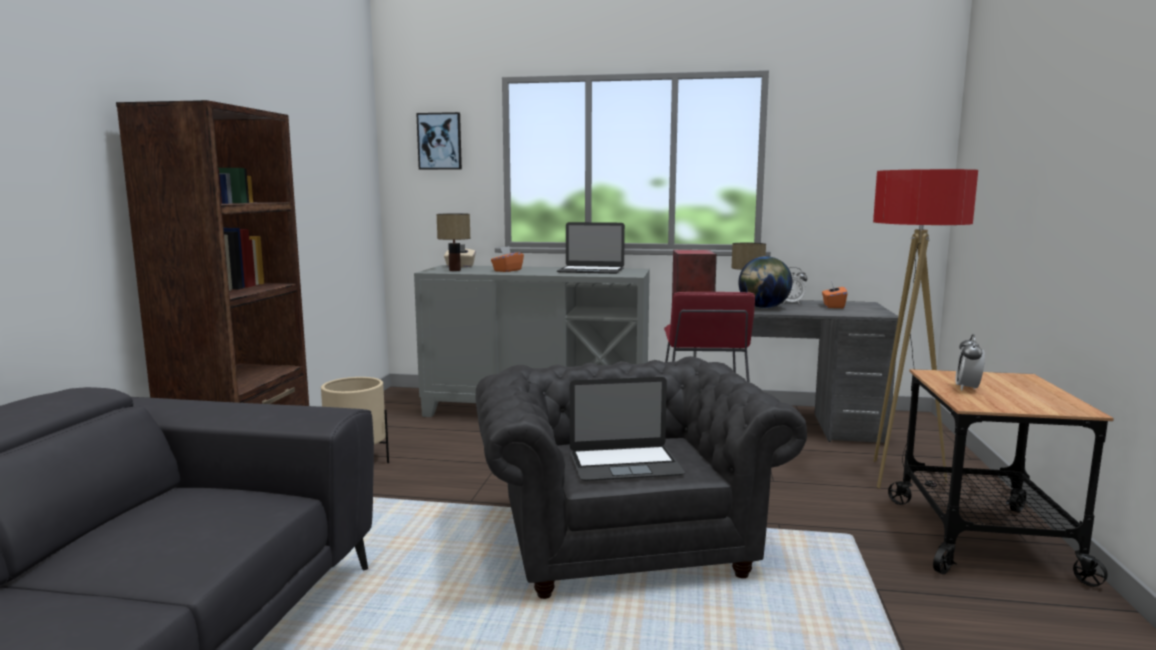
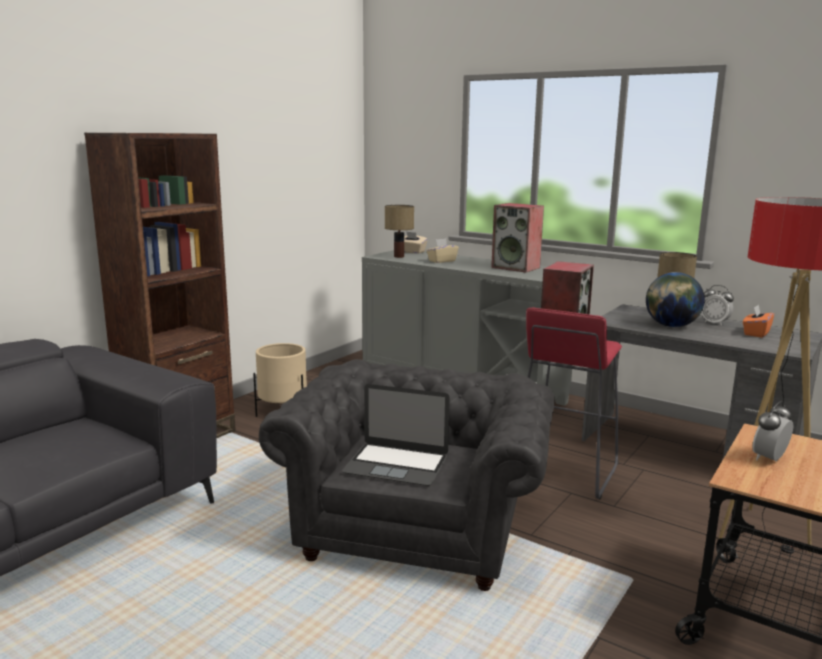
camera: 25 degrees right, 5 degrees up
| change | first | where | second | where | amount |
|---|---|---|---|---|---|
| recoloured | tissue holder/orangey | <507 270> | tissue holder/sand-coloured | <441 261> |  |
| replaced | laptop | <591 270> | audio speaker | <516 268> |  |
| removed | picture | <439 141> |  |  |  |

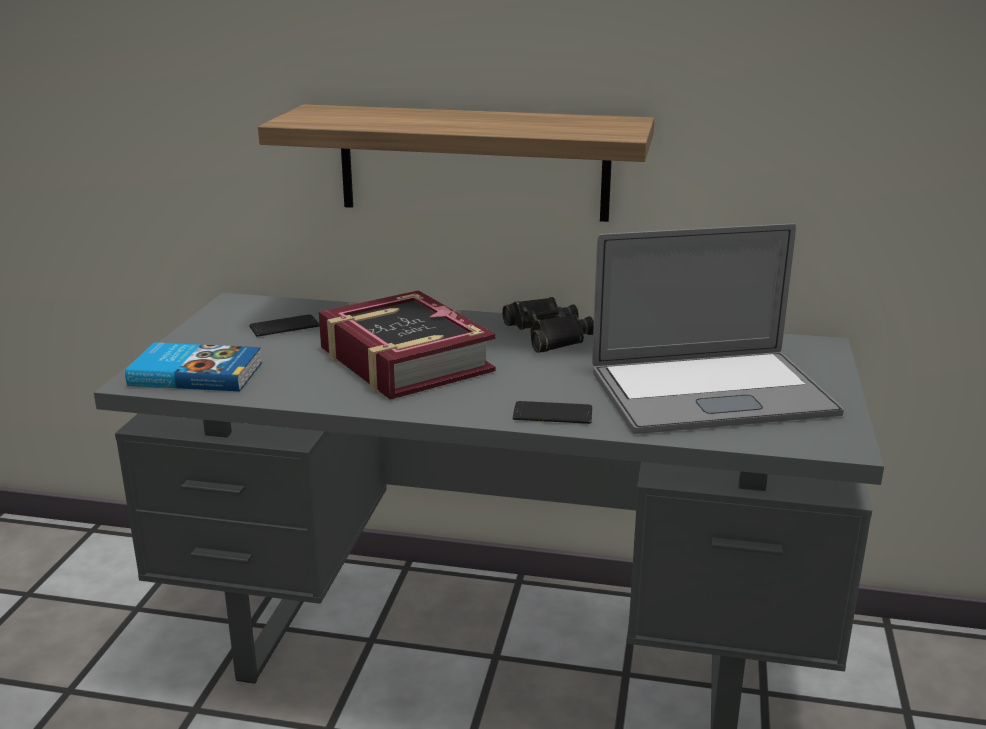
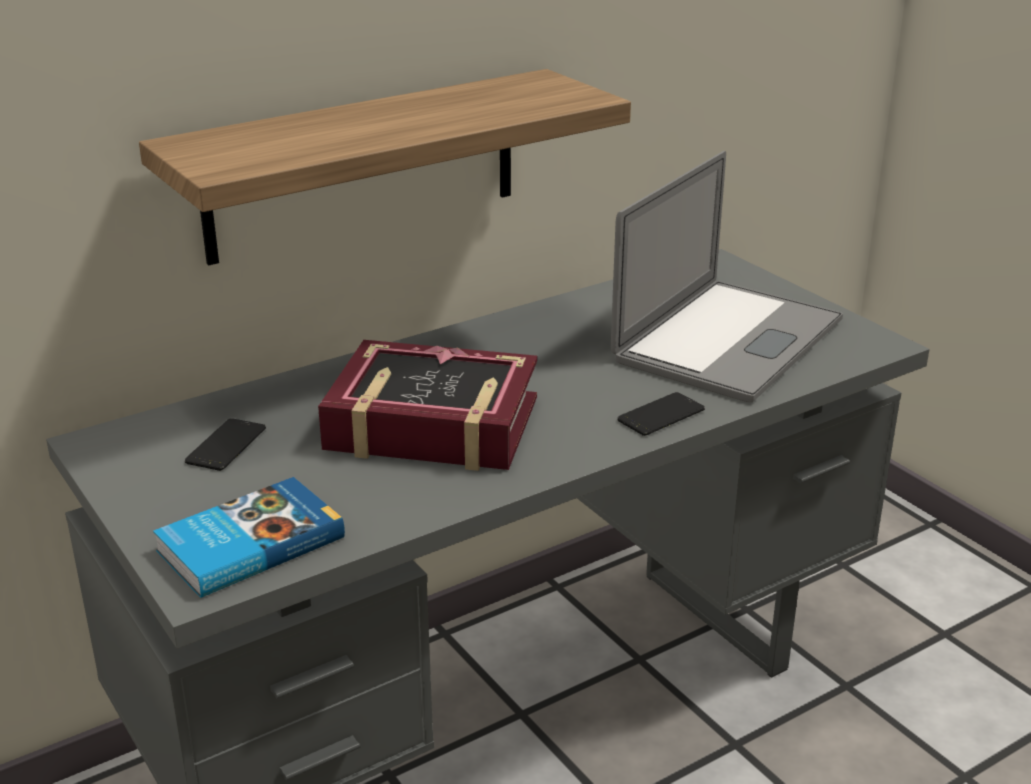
camera: 45 degrees left, 5 degrees up
| change | first | where | second | where | amount |
|---|---|---|---|---|---|
| removed | binoculars/blackish | <547 334> |  |  |  |

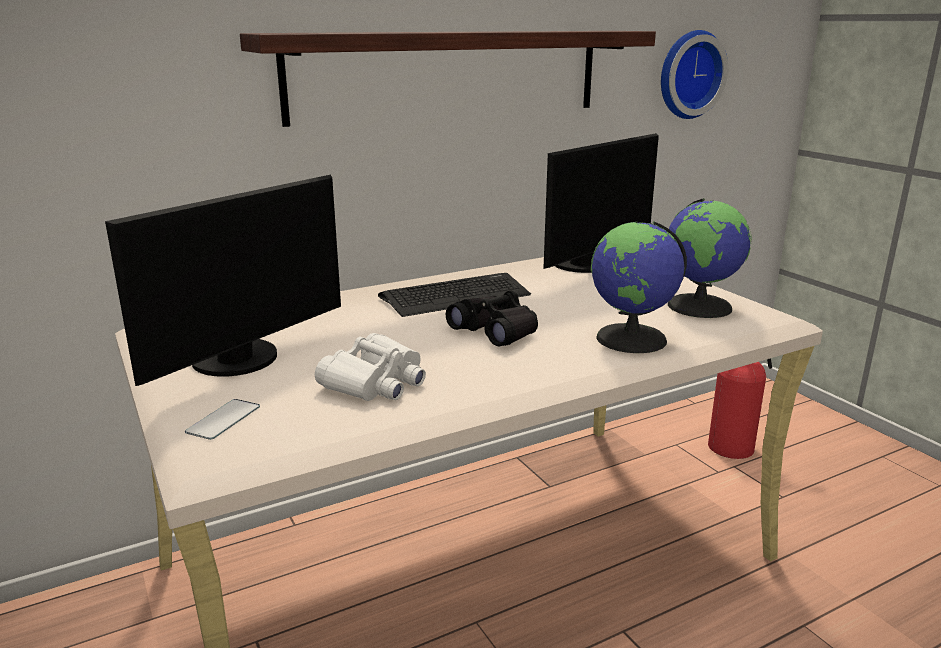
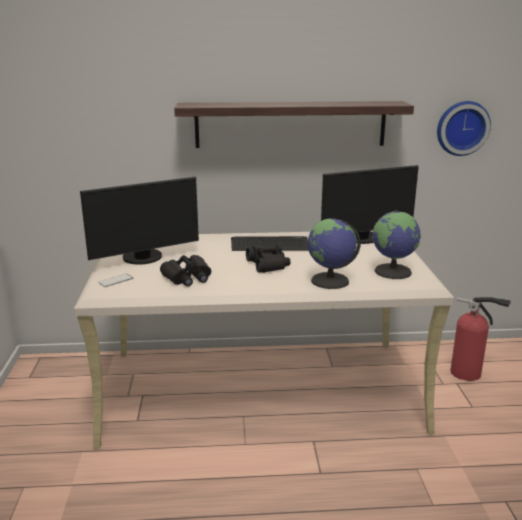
camera: 25 degrees right, 0 degrees up
| change | first | where | second | where | amount |
|---|---|---|---|---|---|
| recoloured | binoculars/whitish | <376 382> | binoculars/blackish | <188 278> |  |

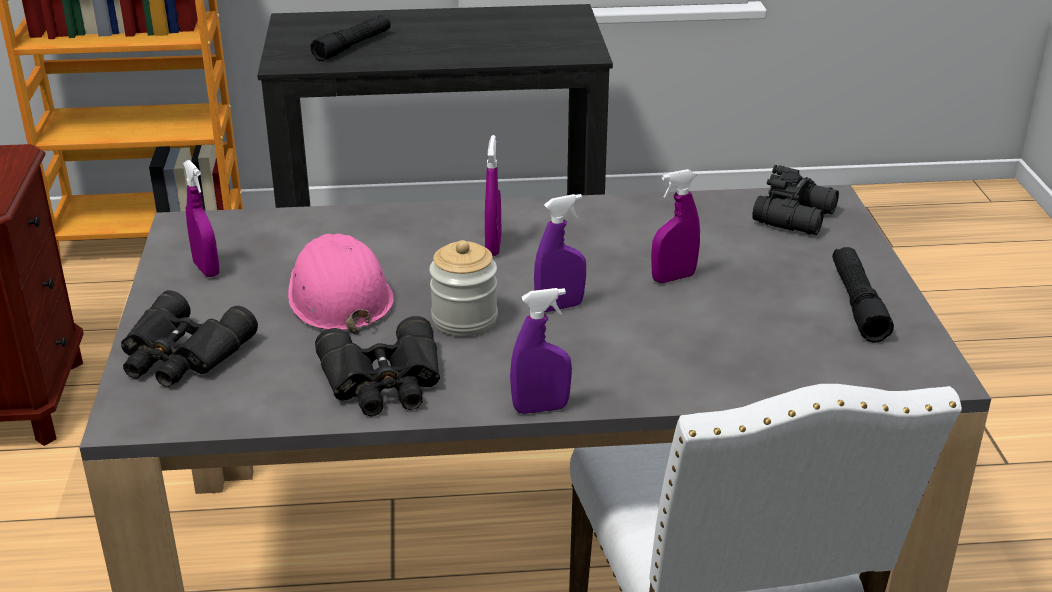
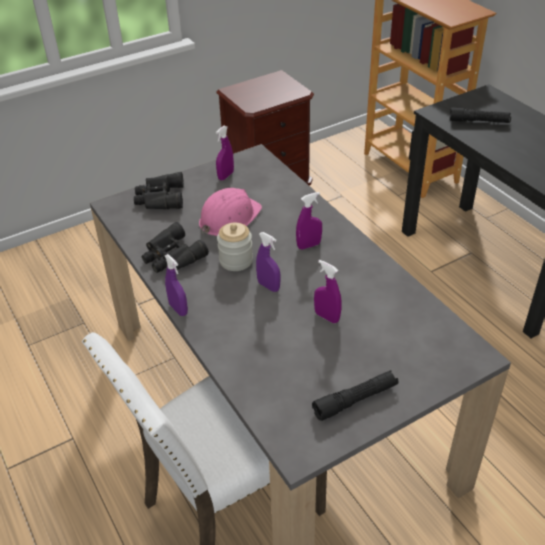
camera: 65 degrees right, 10 degrees up
| change | first | where | second | where | amount |
|---|---|---|---|---|---|
| removed | binoculars/blackish | <797 217> |  |  |  |

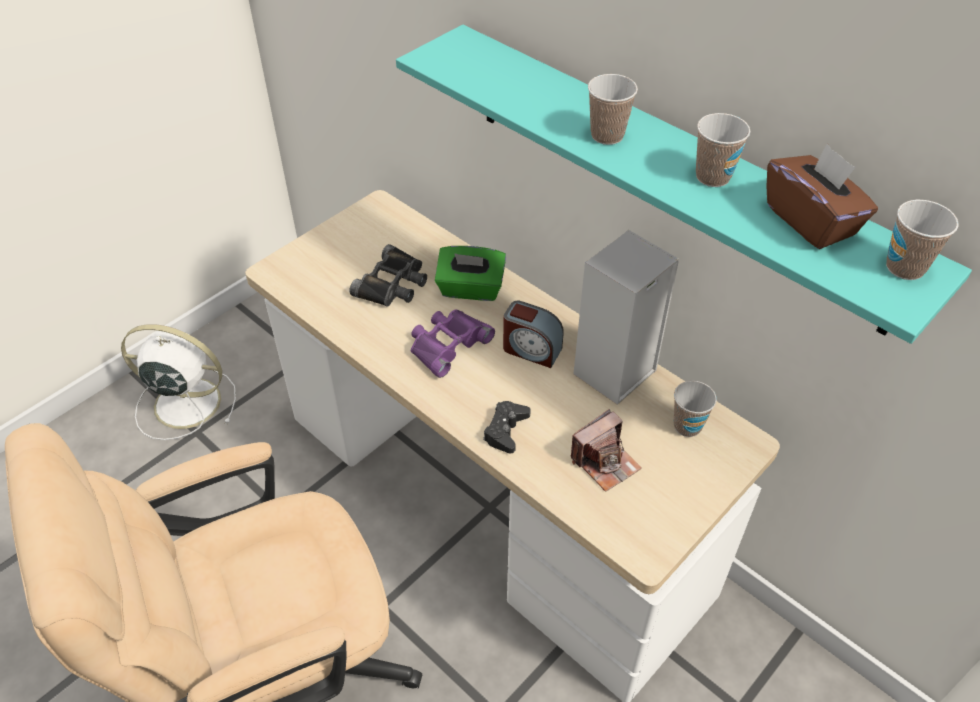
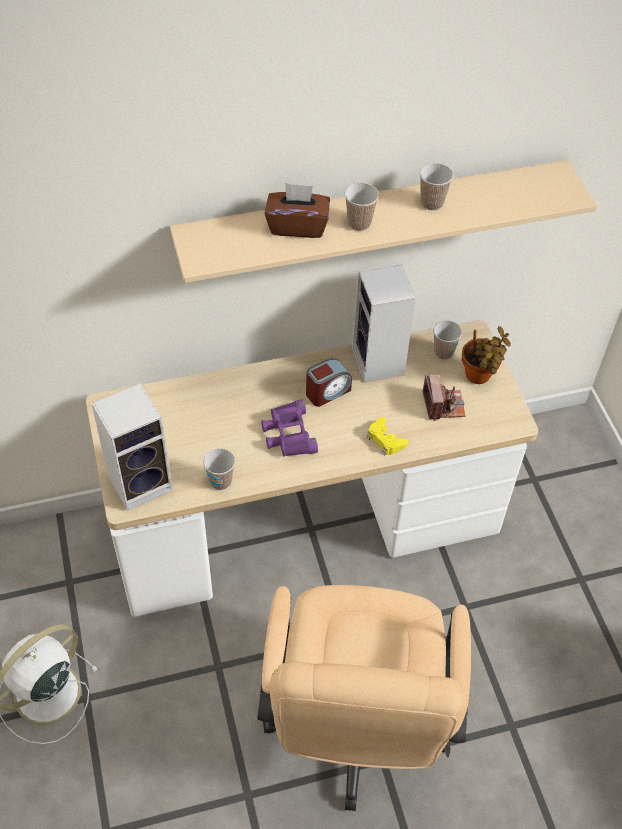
camera: 60 degrees left, 5 degrees up
| change | first | where | second | where | amount |
|---|---|---|---|---|---|
| added |  |  | audio speaker | <142 481> |  |
| recoloured | wall shelf/blue-green | <671 172> | wall shelf/sand-coloured | <373 219> |  |
| moved | small cup | <905 267> |  | <220 481> |  |
| moved | tissue holder/brownish | <811 221> |  | <297 226> |  |
| recoloured | joypad/blackish | <506 430> | joypad/yellowish | <385 440> |  |
| added |  |  | houseplant | <479 377> |  |
| removed | binoculars/blackish | <393 284> |  |  |  |
| removed | tissue holder/green-coloured | <470 289> |  |  |  |

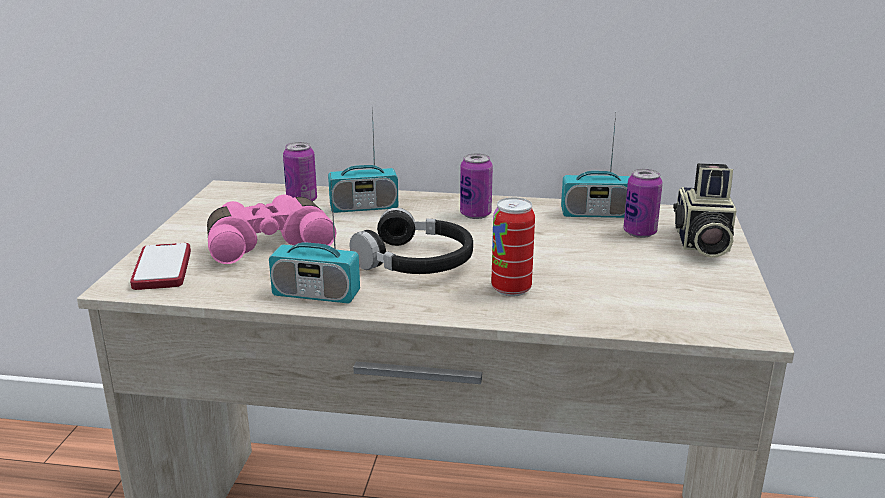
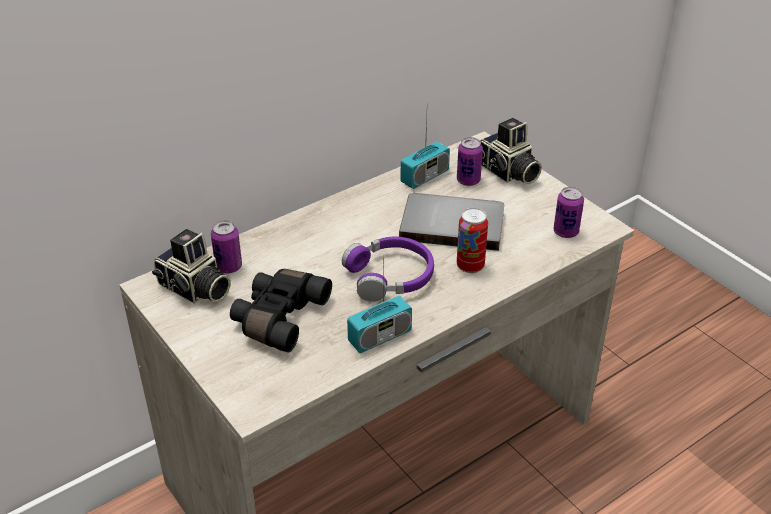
camera: 45 degrees left, 15 degrees up
| change | first | where | second | where | amount |
|---|---|---|---|---|---|
| added |  |  | still camera | <194 289> |  |
| recoloured | binoculars/pink-coloured | <268 243> | binoculars/blackish | <278 317> |  |
| recoloured | headset/blackish | <415 261> | headset/purple | <390 276> |  |
| added |  |  | bound book/gray | <452 223> |  |
| moved | can | <475 214> |  | <565 232> |  |
| removed | handset | <162 269> |  |  |  |
| removed | radio | <364 207> |  |  |  |

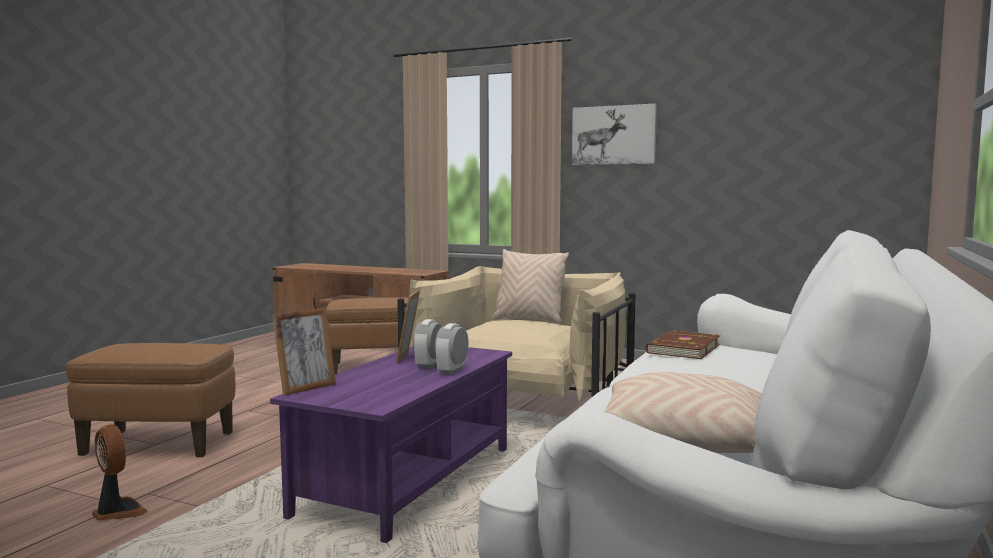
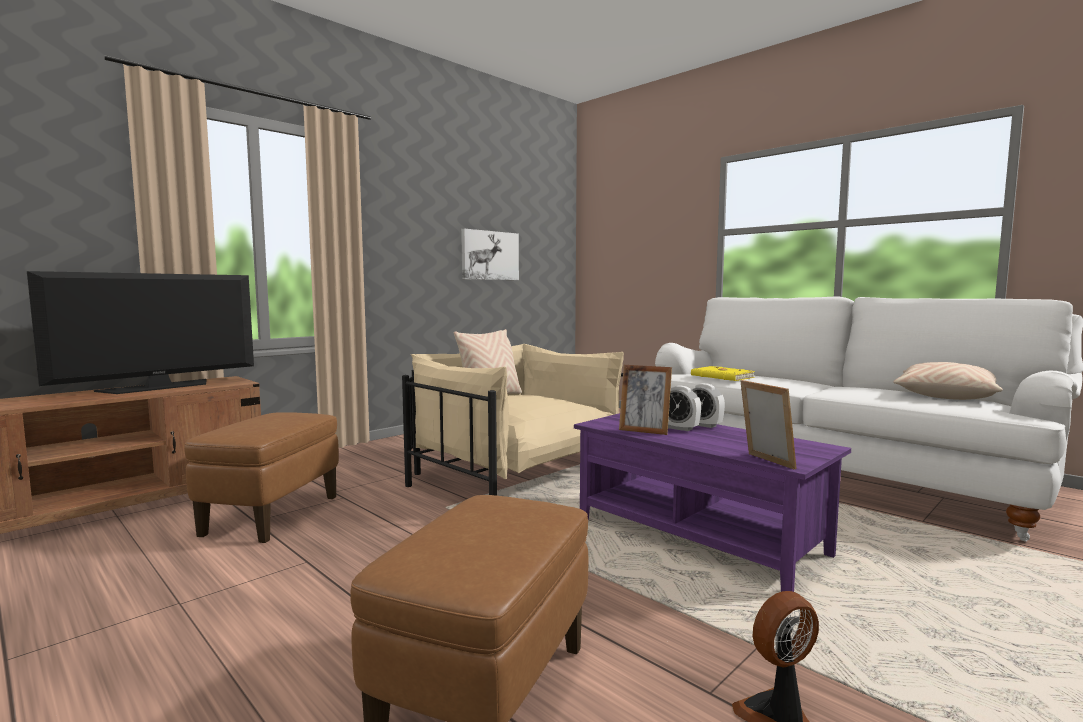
camera: 70 degrees left, 0 degrees up
| change | first | where | second | where | amount |
|---|---|---|---|---|---|
| added |  |  | TV set | <158 387> |  |
| moved | picture | <614 135> |  | <489 255> |  |
| recoloured | bound book/brownish | <682 349> | bound book/yellowish | <722 376> |  |

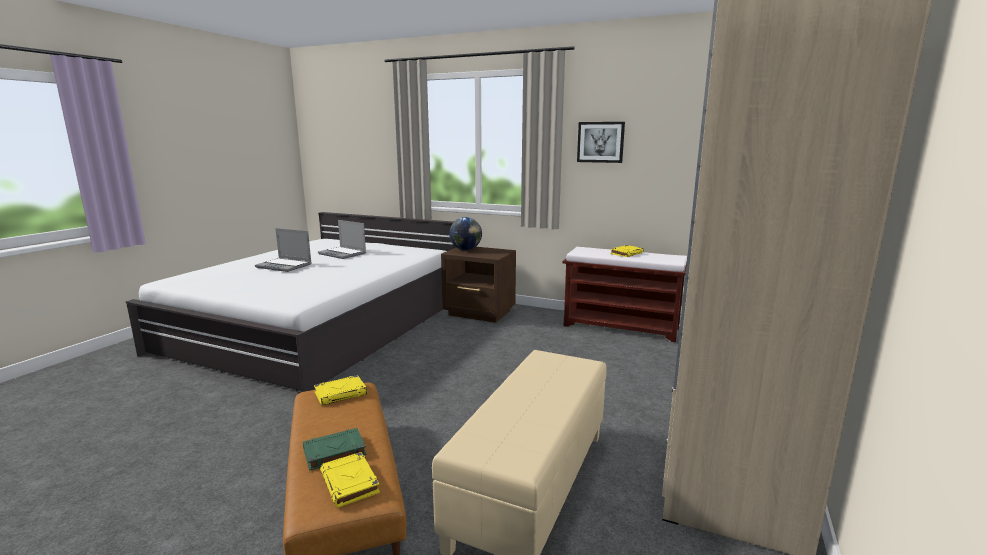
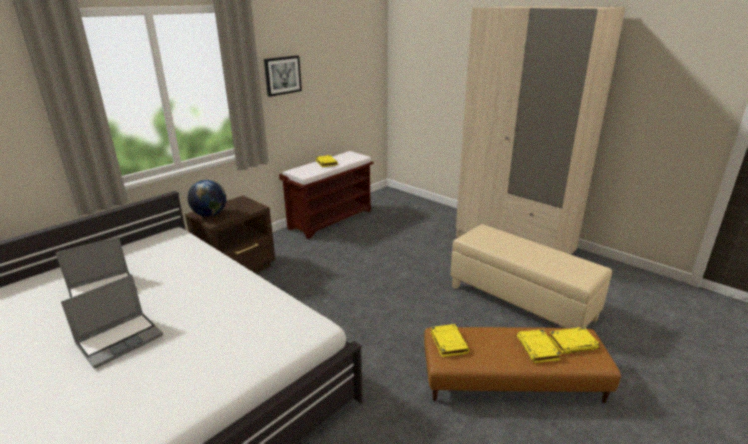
camera: 70 degrees left, 10 degrees up
| change | first | where | second | where | amount |
|---|---|---|---|---|---|
| recoloured | bound book/green-coloured | <334 452> | bound book/yellowish | <538 349> |  |

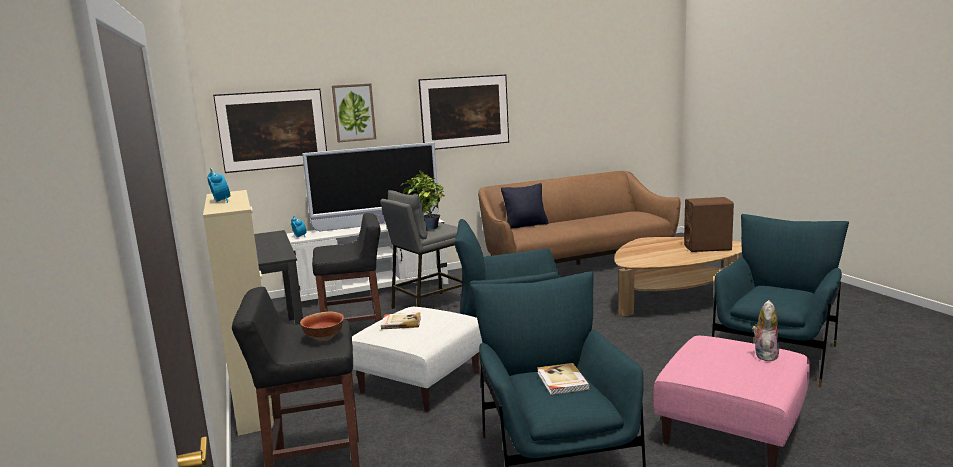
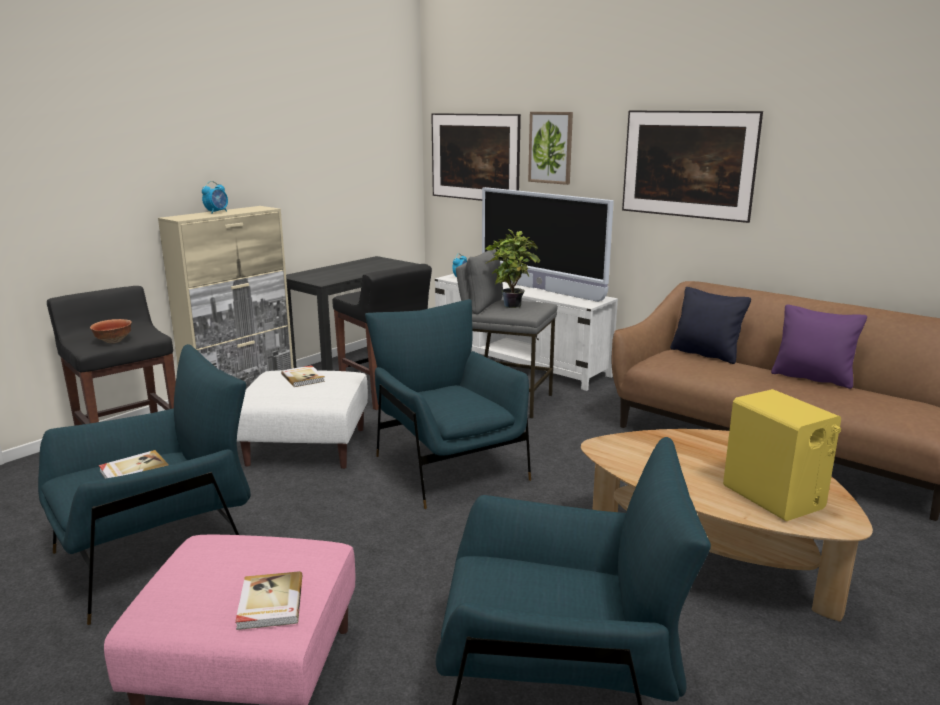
camera: 60 degrees right, 5 degrees up
| change | first | where | second | where | amount |
|---|---|---|---|---|---|
| replaced | soft toy | <764 354> | bound book | <269 603> |  |
| recoloured | audio speaker/brownish | <707 247> | audio speaker/yellowish | <773 497> |  |
| added |  |  | cushion/purple | <812 378> |  |

